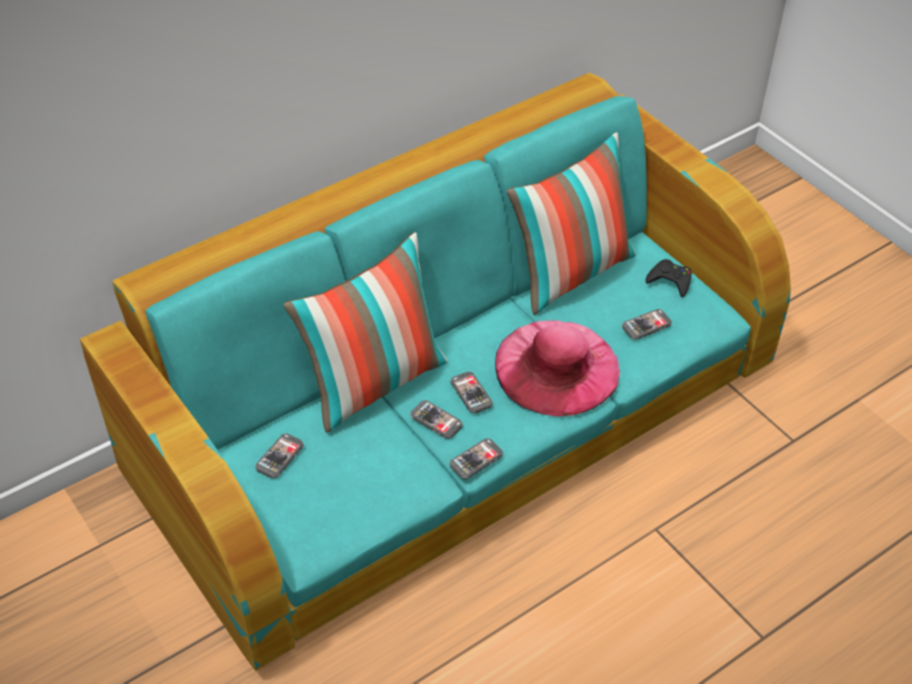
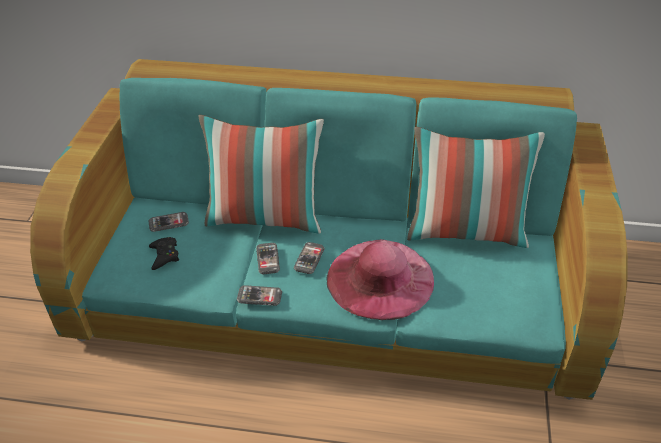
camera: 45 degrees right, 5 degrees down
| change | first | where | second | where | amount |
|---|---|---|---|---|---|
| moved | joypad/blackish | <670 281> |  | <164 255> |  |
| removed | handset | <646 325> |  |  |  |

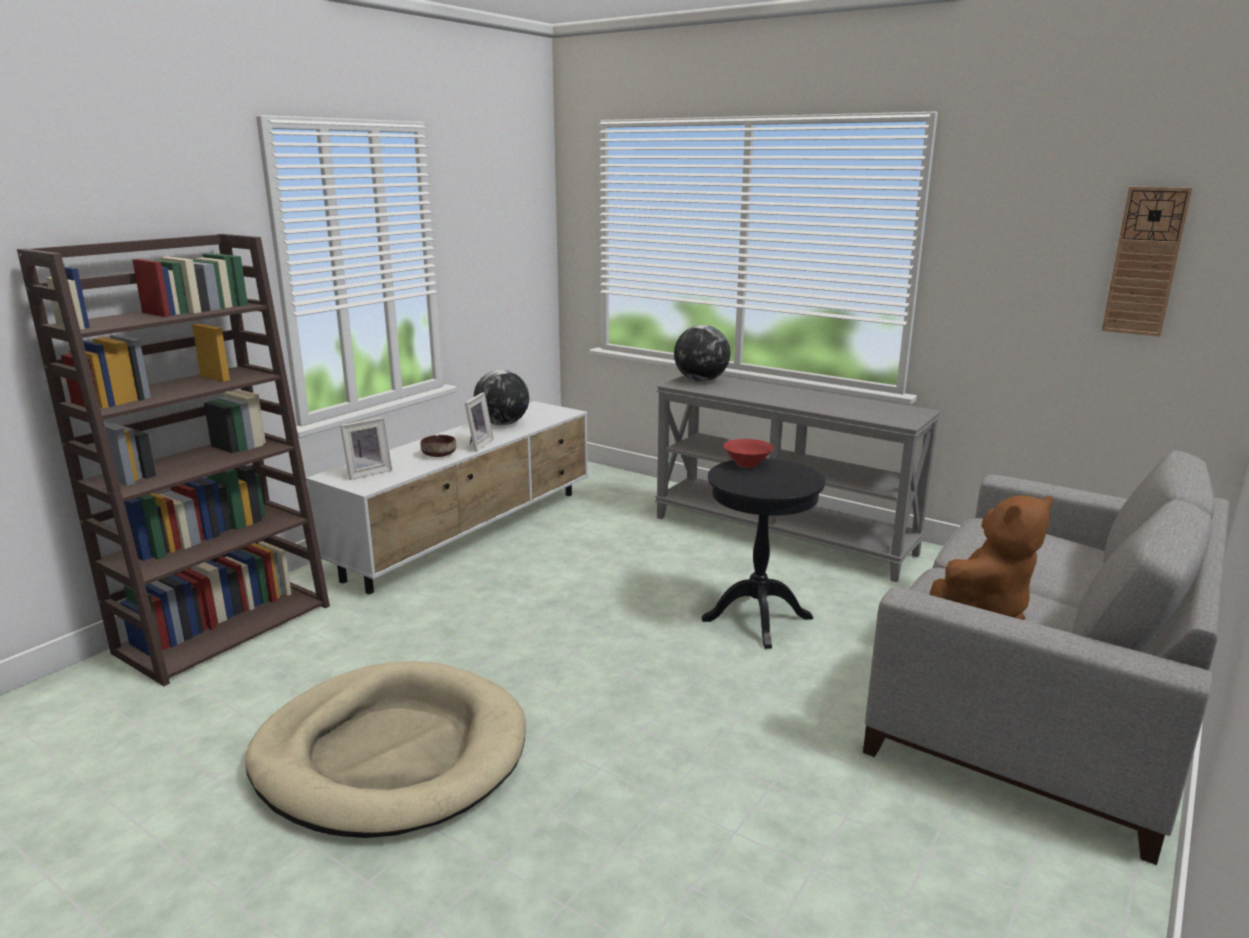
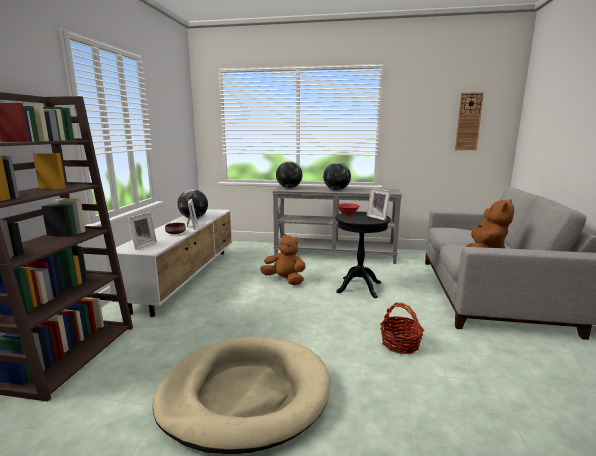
camera: 25 degrees left, 5 degrees down
| change | first | where | second | where | amount |
|---|---|---|---|---|---|
| added |  |  | soft toy/brownish | <285 280> |  |
| added |  |  | world globe | <336 190> |  |
| added |  |  | picture frame | <378 217> |  |
| added |  |  | storage basket | <400 344> |  |

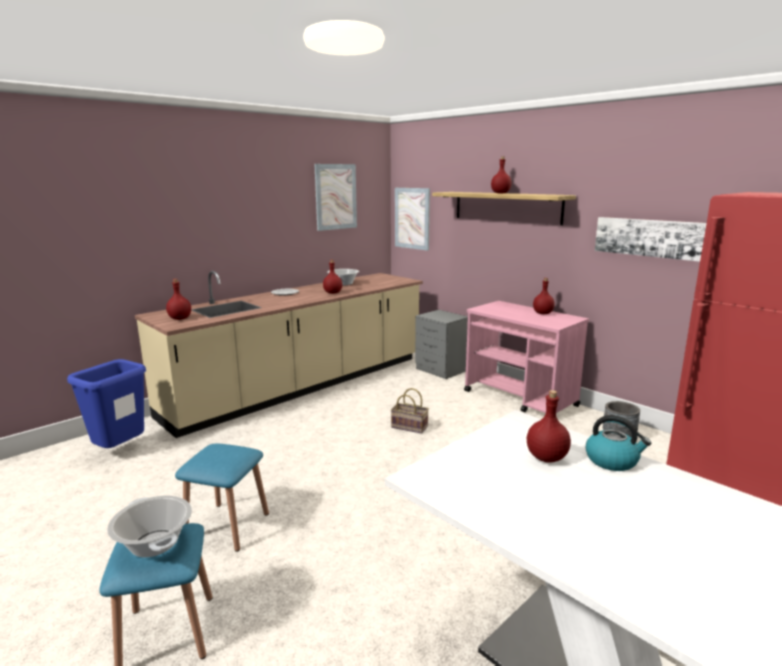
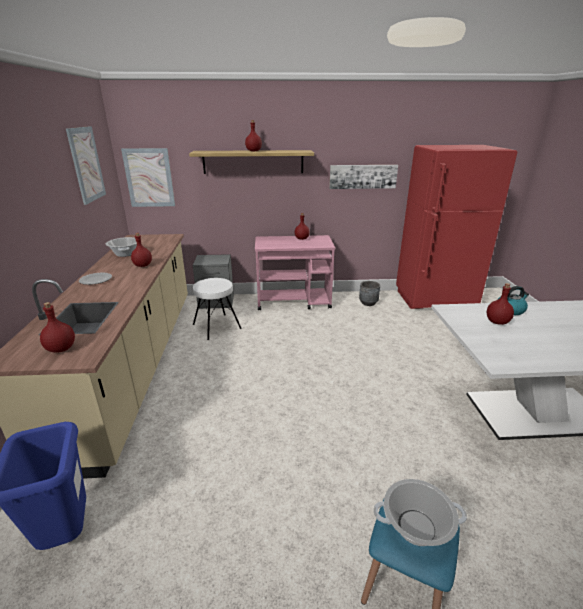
camera: 50 degrees left, 10 degrees up
| change | first | where | second | where | amount |
|---|---|---|---|---|---|
| added |  |  | stool/whitish | <216 326> |  |
| removed | stool/bluish | <227 526> |  |  |  |
| removed | storage basket | <410 426> |  |  |  |

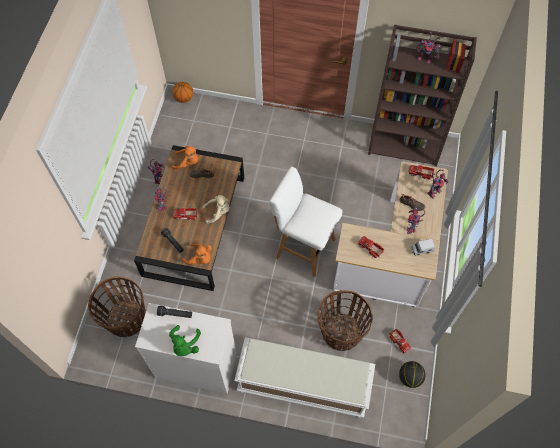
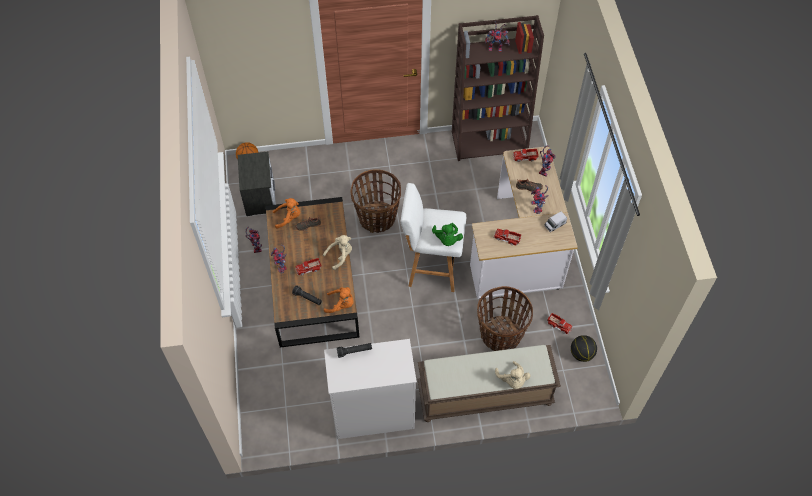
camera: 20 degrees left, 5 degrees down
| change | first | where | second | where | amount |
|---|---|---|---|---|---|
| added |  |  | nightstand | <260 196> |  |
| moved | storage basket | <126 319> |  | <377 218> |  |
| recoloured | bench/whitish | <302 385> | bench/brownish | <484 395> |  |
| moved | soft toy/green-coloured | <185 345> |  | <447 239> |  |
| added |  |  | soft toy/sand-coloured | <512 380> |  |

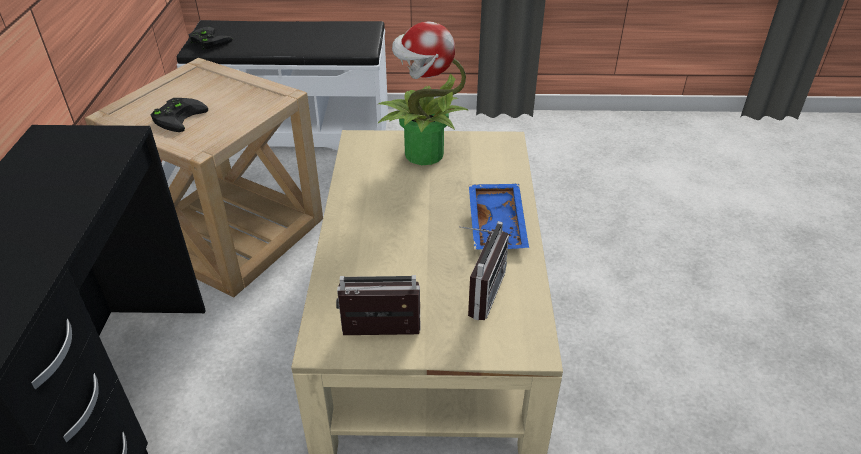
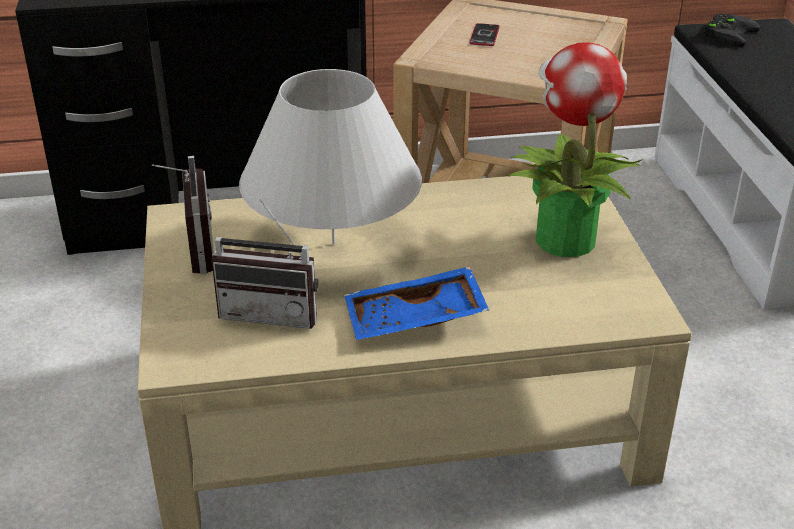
camera: 80 degrees right, 5 degrees down
| change | first | where | second | where | amount |
|---|---|---|---|---|---|
| added |  |  | table lamp/whitish | <333 243> |  |
| replaced | joypad/blackish | <178 116> | handset | <484 36> |  |

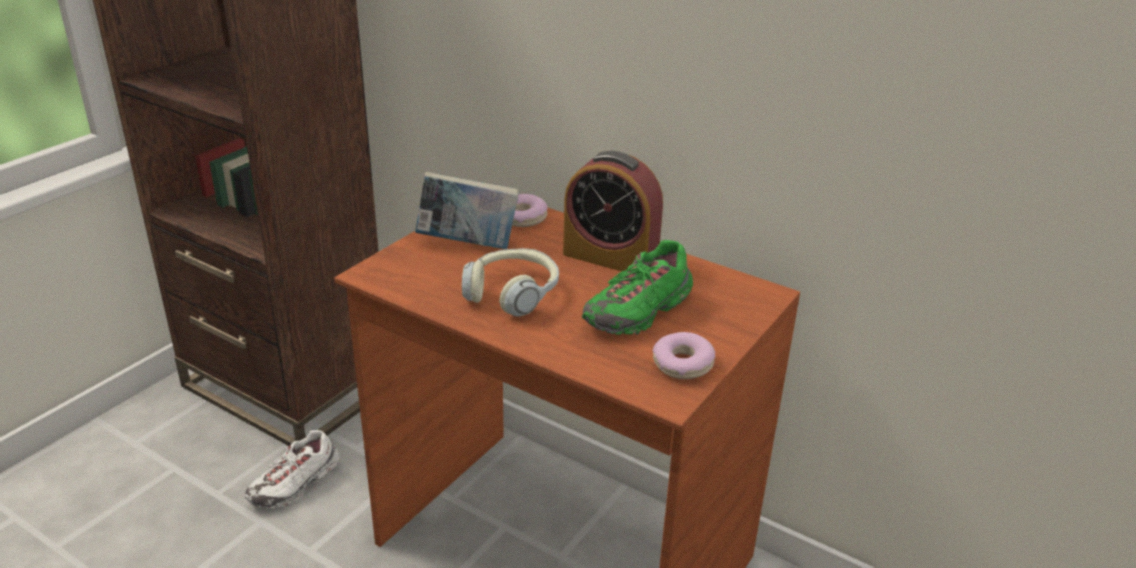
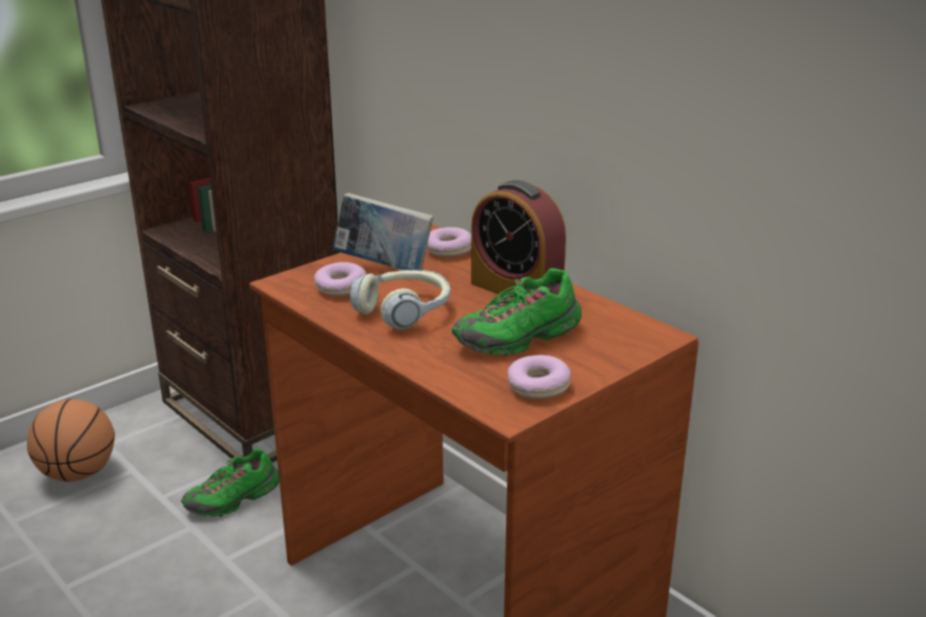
camera: 15 degrees right, 5 degrees down
| change | first | where | second | where | amount |
|---|---|---|---|---|---|
| added |  |  | basketball ball | <78 474> |  |
| recoloured | shoe/whitish | <296 484> | shoe/green-coloured | <233 499> |  |
| added |  |  | doughnut | <340 287> |  |

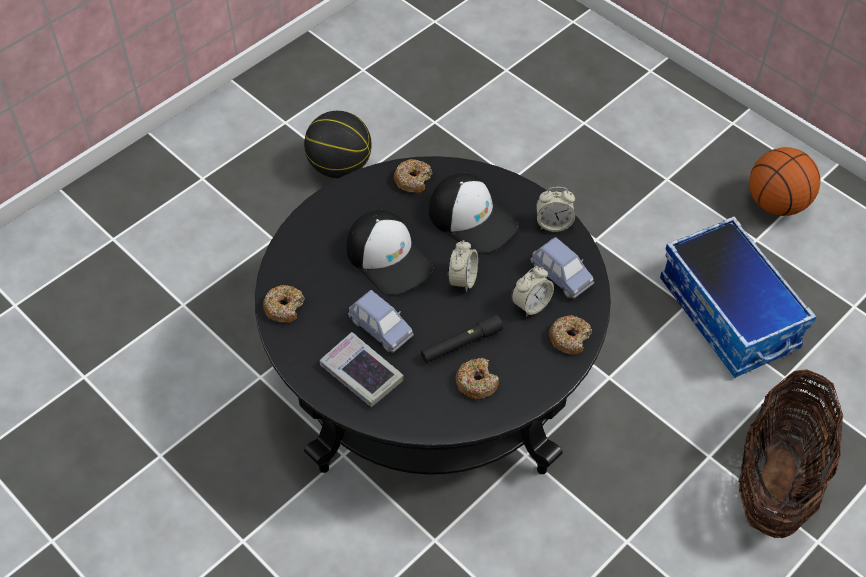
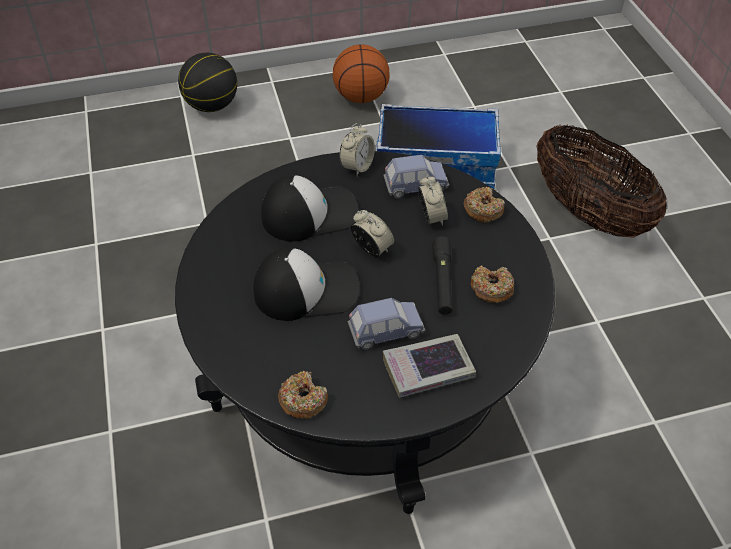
camera: 60 degrees left, 5 degrees down
| change | first | where | second | where | amount |
|---|---|---|---|---|---|
| moved | basketball ball | <340 166> |  | <211 105> |  |
| removed | doughnut | <413 180> |  |  |  |

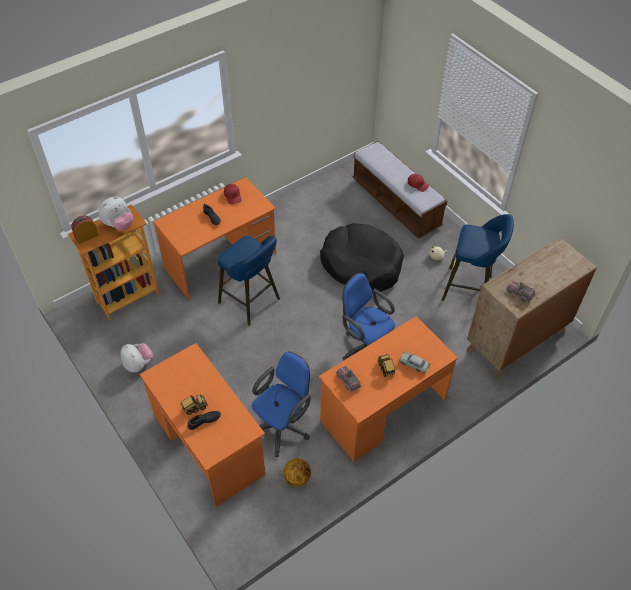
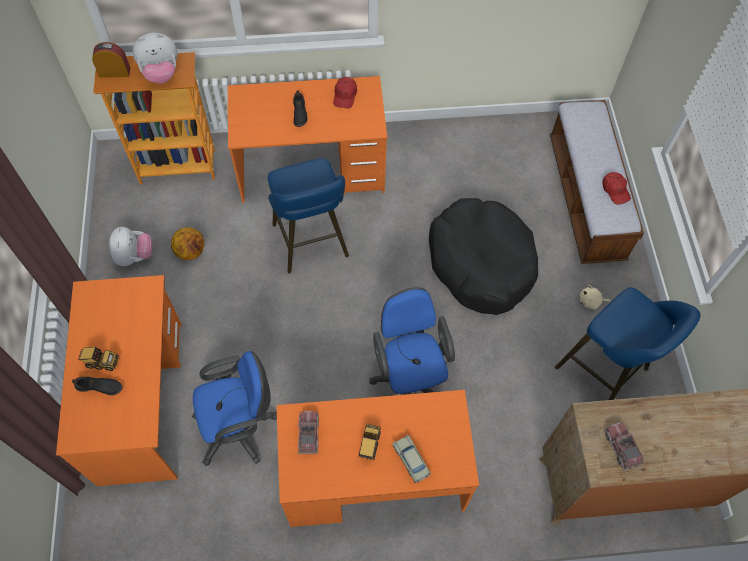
camera: 30 degrees right, 10 degrees up
| change | first | where | second | where | amount |
|---|---|---|---|---|---|
| moved | basketball ball | <297 478> |  | <191 251> |  |

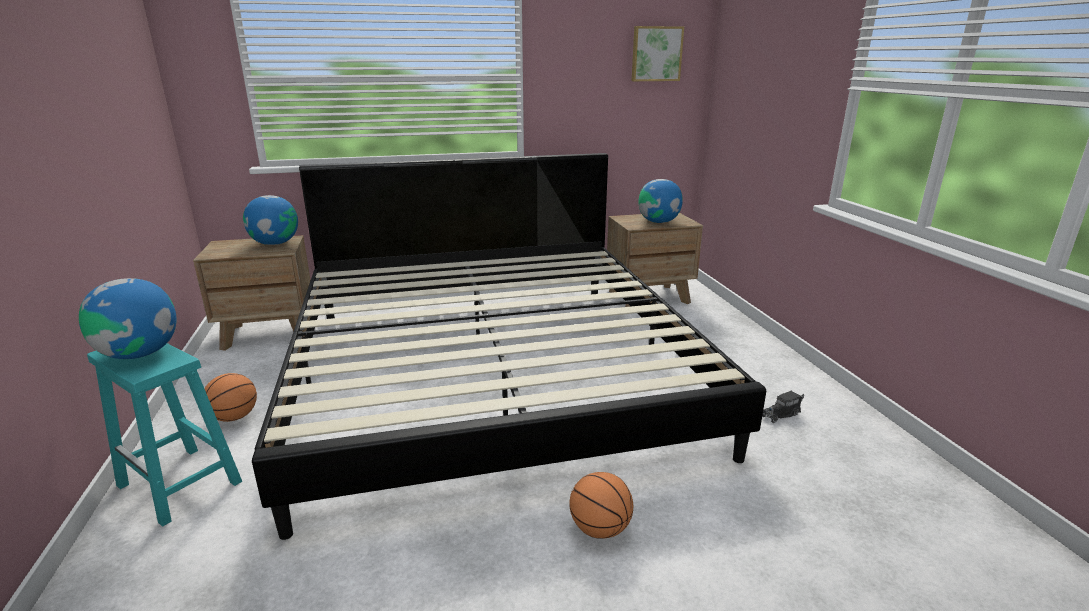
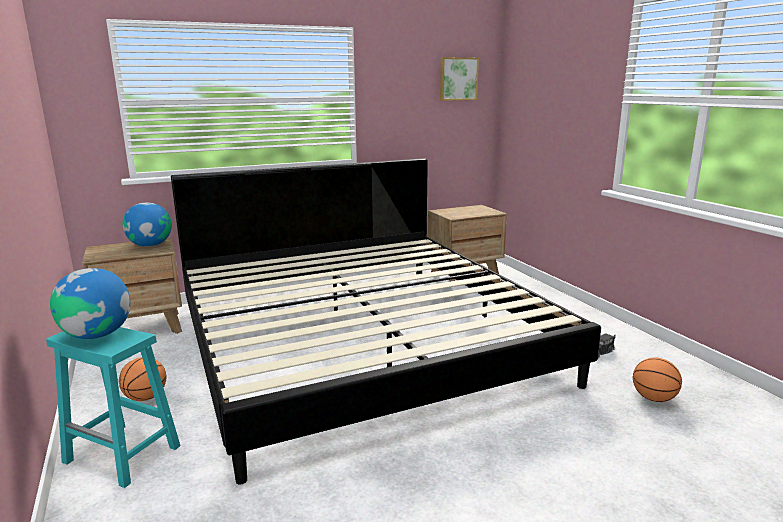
camera: 10 degrees left, 5 degrees down
| change | first | where | second | where | amount |
|---|---|---|---|---|---|
| moved | basketball ball | <600 529> |  | <653 399> |  |
| removed | world globe | <658 222> |  |  |  |

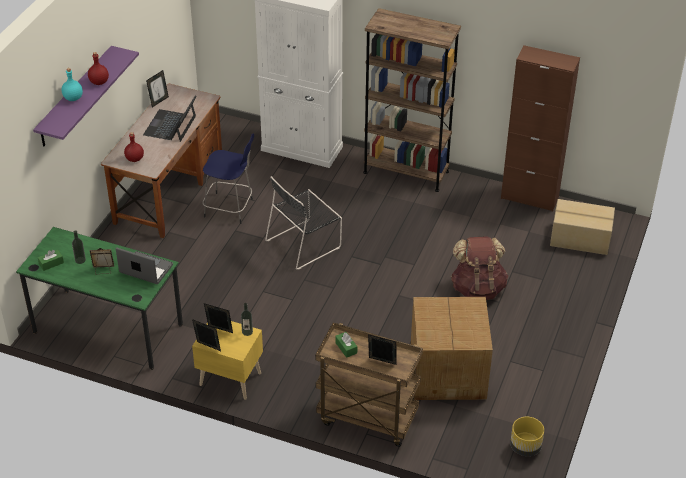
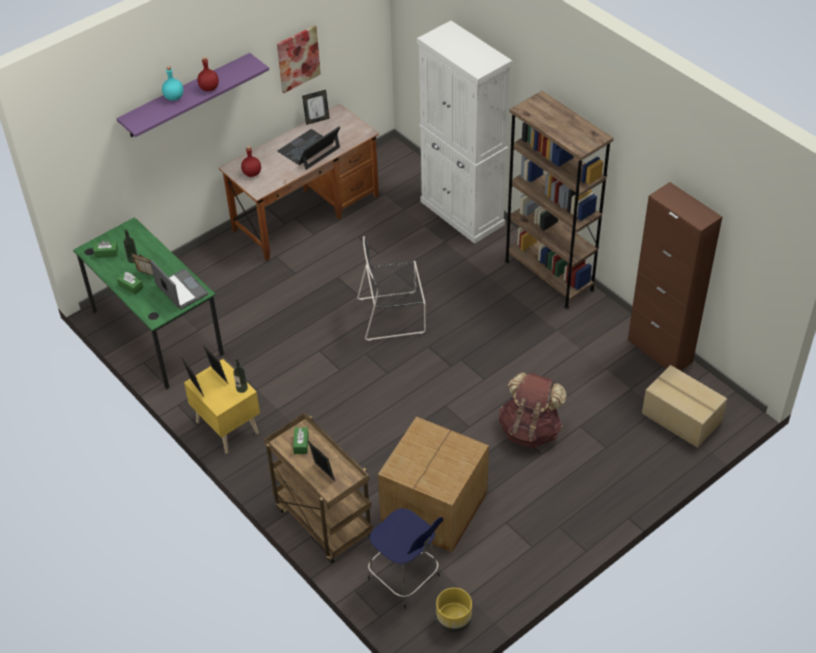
camera: 30 degrees right, 5 degrees up
| change | first | where | second | where | amount |
|---|---|---|---|---|---|
| added |  |  | tissue holder/green-coloured | <131 287> |  |
| added |  |  | picture | <298 58> |  |
| moved | stool/bluish | <230 208> |  | <405 579> |  |

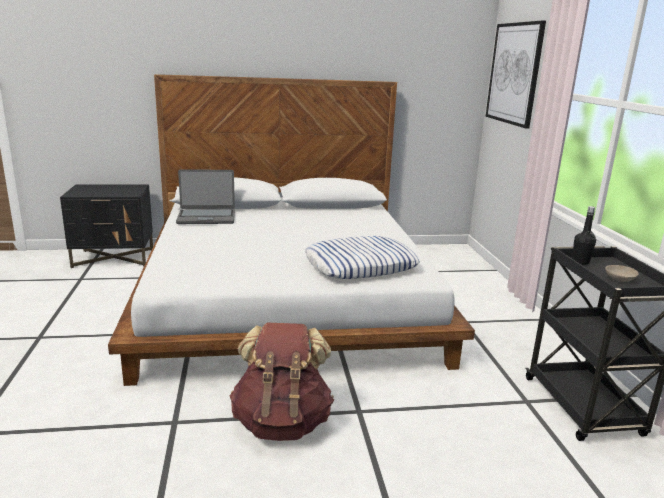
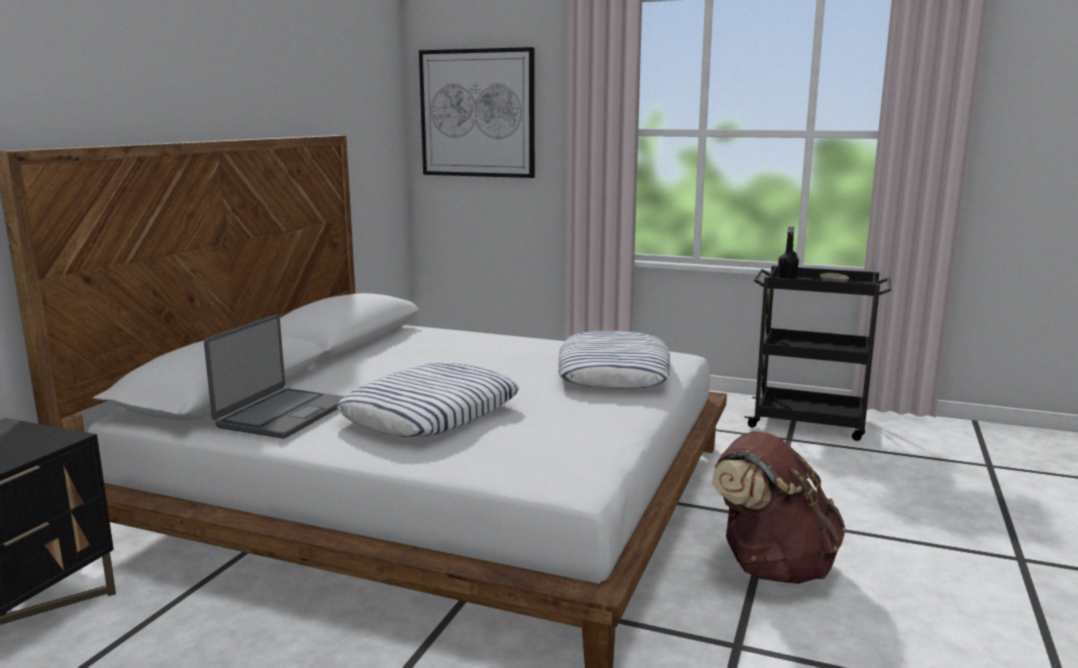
camera: 60 degrees left, 5 degrees down
| change | first | where | second | where | amount |
|---|---|---|---|---|---|
| added |  |  | cushion | <431 412> |  |

